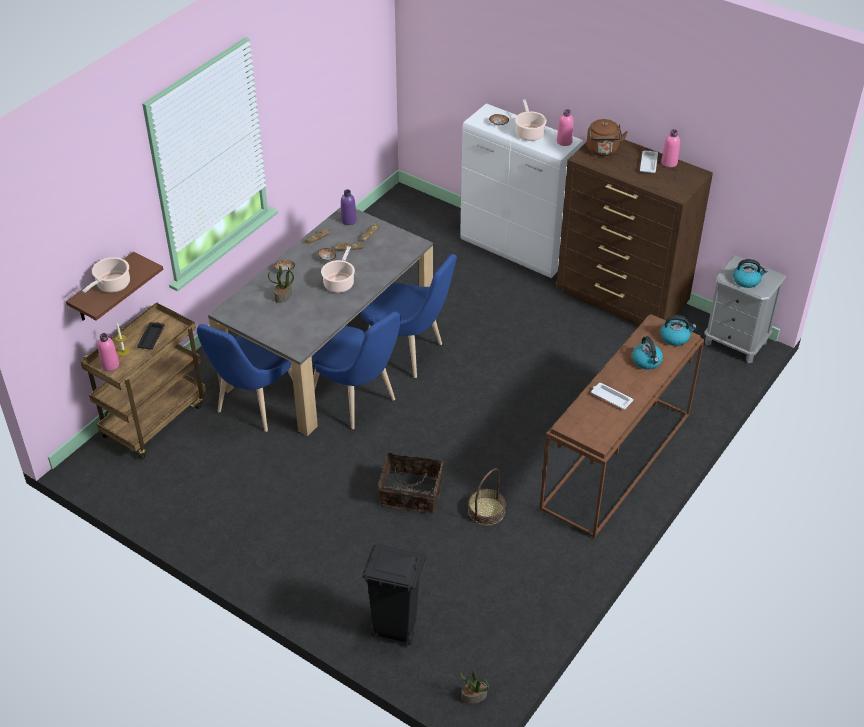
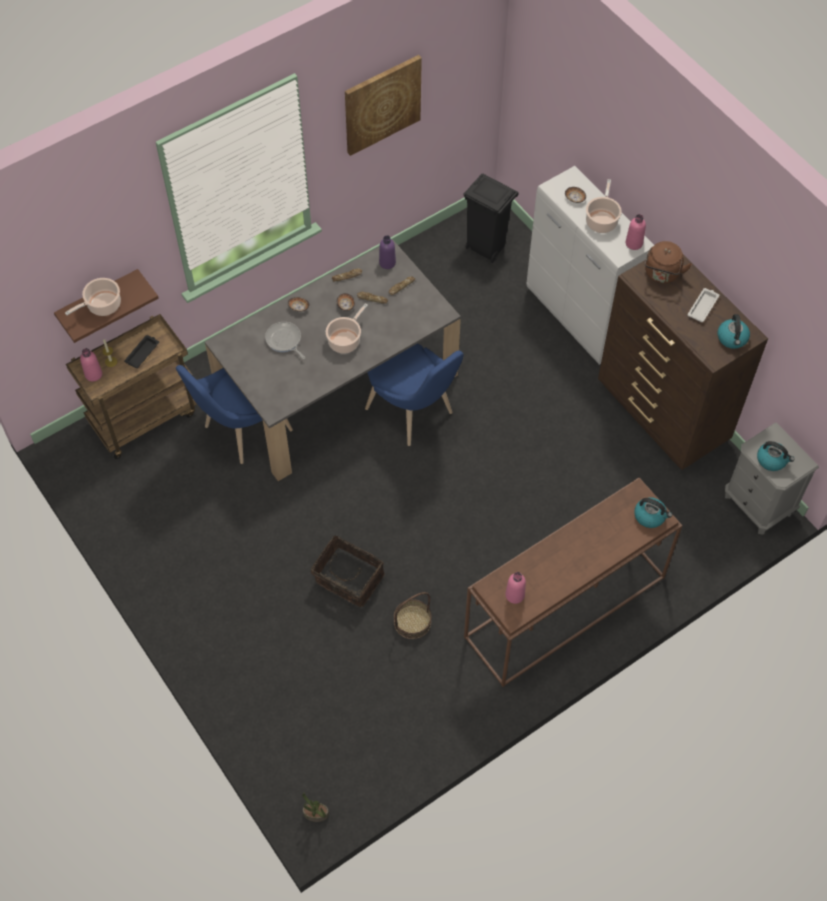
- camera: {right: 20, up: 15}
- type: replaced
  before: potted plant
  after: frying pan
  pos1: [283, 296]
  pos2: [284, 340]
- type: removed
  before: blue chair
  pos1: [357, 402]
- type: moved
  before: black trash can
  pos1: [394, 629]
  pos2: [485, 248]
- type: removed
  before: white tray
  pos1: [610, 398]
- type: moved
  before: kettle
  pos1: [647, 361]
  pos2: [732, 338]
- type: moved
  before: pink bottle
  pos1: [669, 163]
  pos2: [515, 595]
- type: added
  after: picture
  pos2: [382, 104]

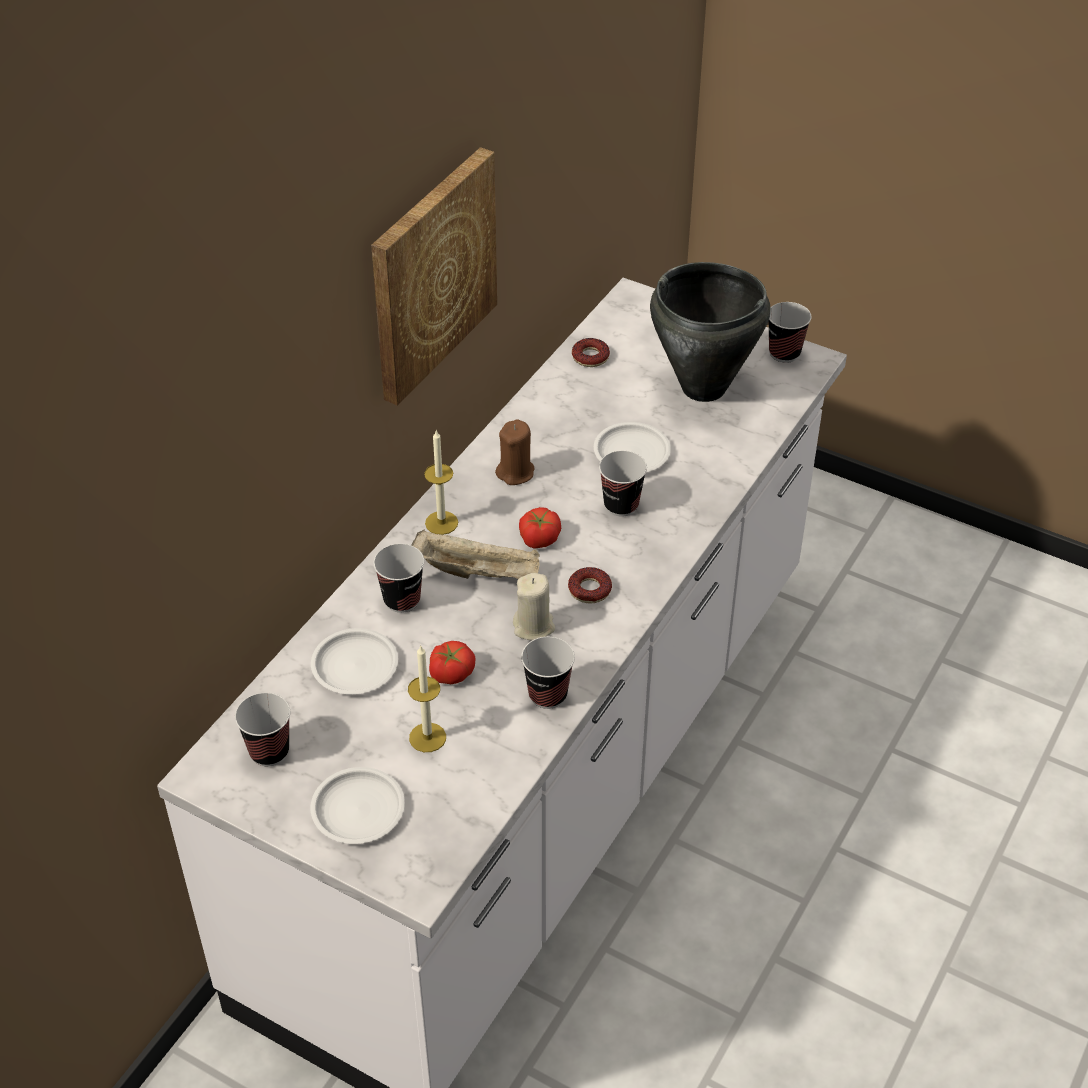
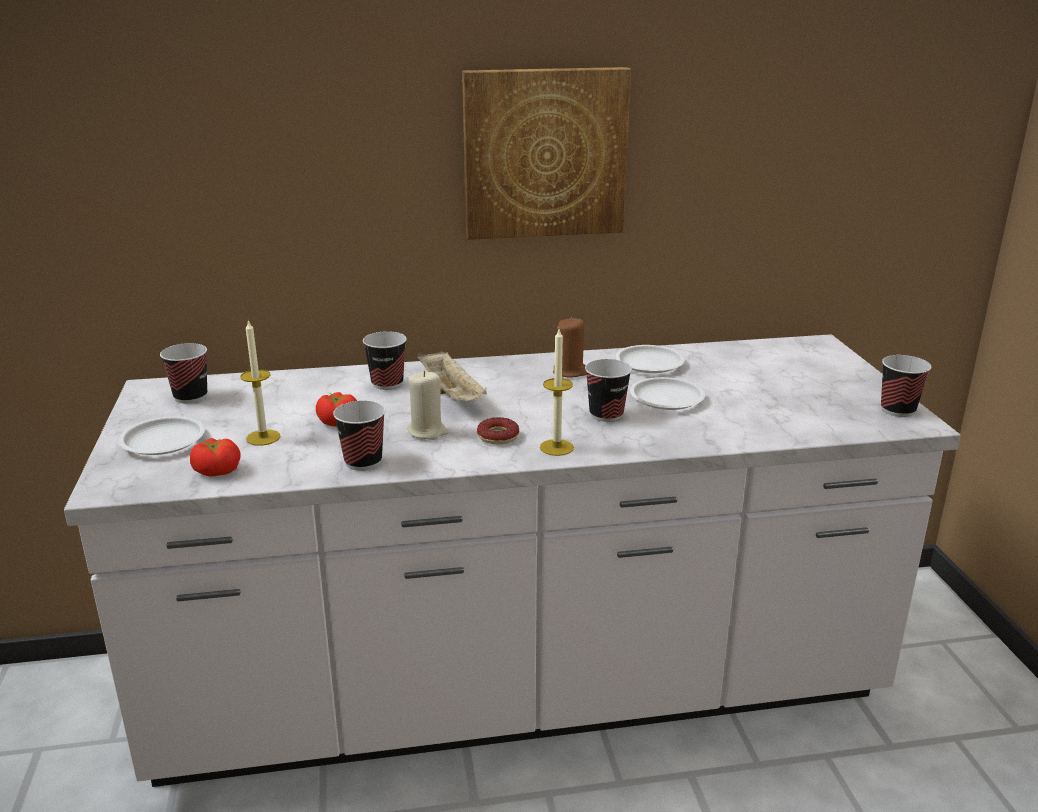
- camera: {right: 50, up: -20}
- type: moved
  before: white plate
  pos1: [355, 667]
  pos2: [649, 364]
- type: moved
  before: candle
  pos1: [441, 523]
  pos2: [556, 447]
- type: moved
  before: tomato
  pos1: [538, 538]
  pos2: [217, 470]
- type: removed
  before: donut
  pos1: [590, 357]
- type: removed
  before: black cooking pot
  pos1: [704, 388]

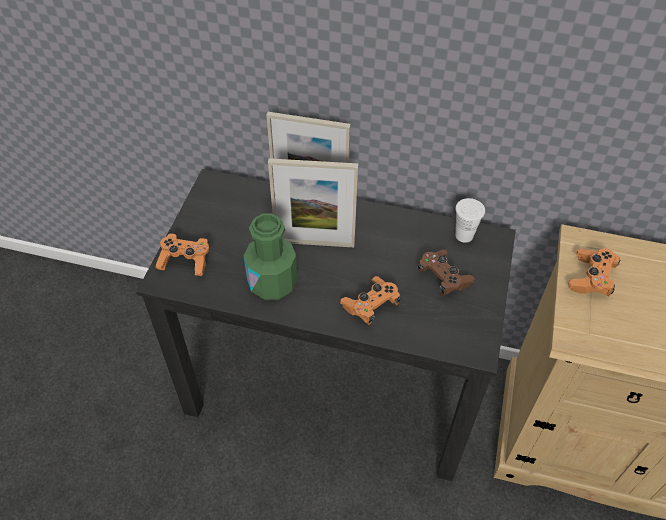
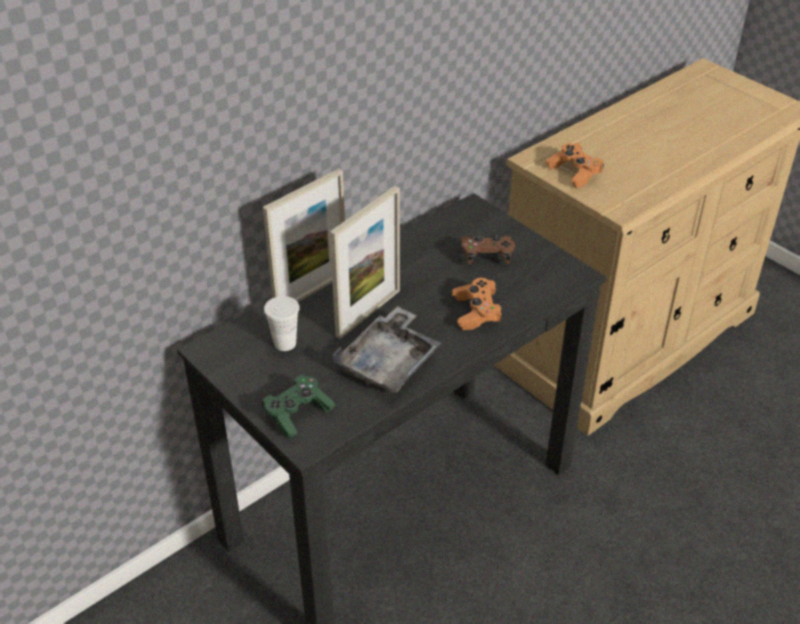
- camera: {right: -55, up: -10}
- type: recoloured
  before: orange game controller
  after: green game controller
  pos1: [185, 261]
  pos2: [298, 414]
- type: replaced
  before: green bottle
  after: grey tray
  pos1: [272, 283]
  pos2: [389, 363]
- type: moved
  before: white cup
  pos1: [464, 235]
  pos2: [285, 343]

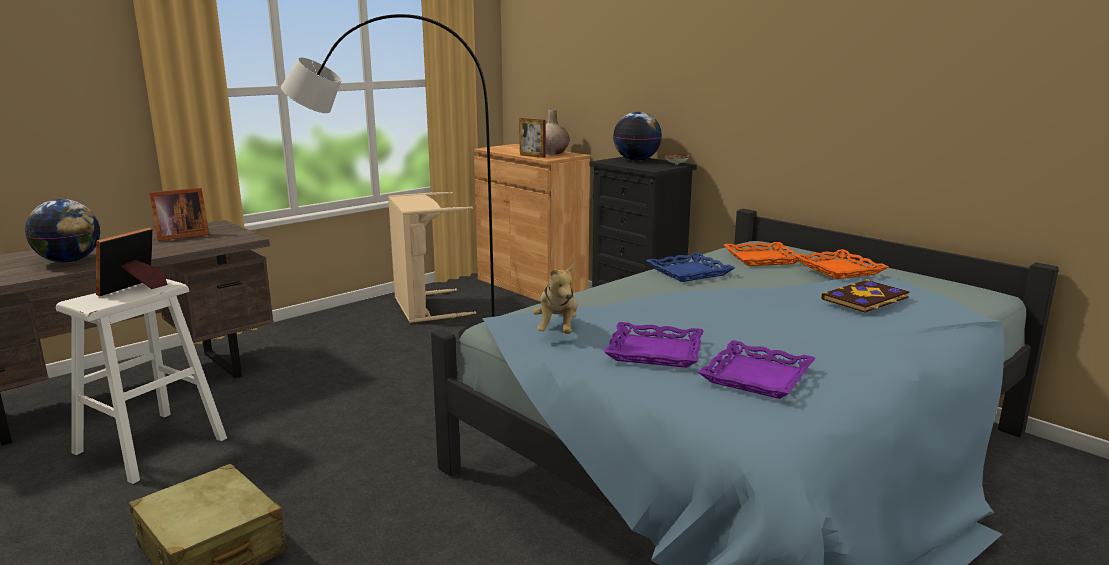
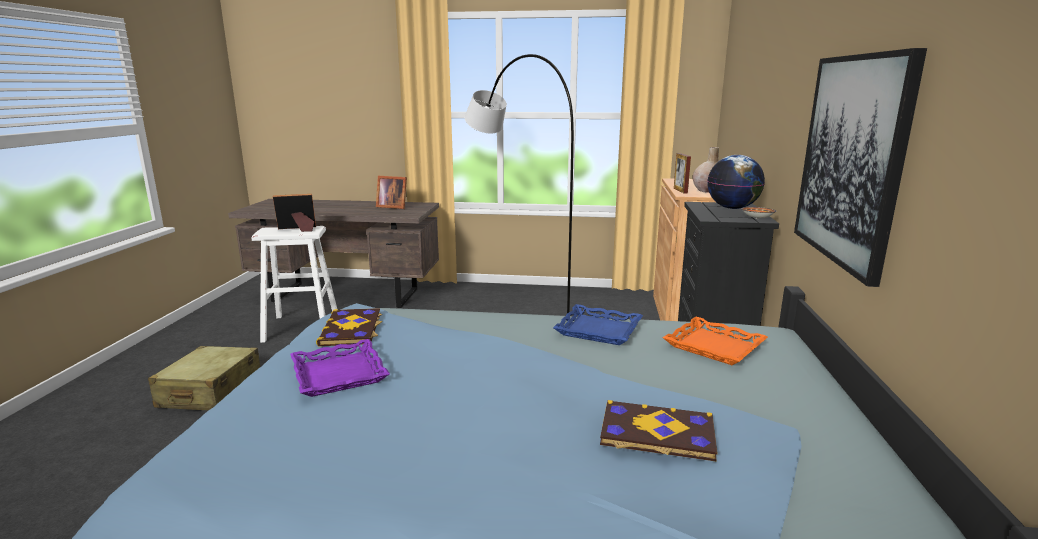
- camera: {right: 50, up: 0}
- type: removed
  before: globe
  pos1: [69, 261]
- type: removed
  before: beige laundry basket
  pos1: [423, 308]
- type: replaced
  before: plush toy
  after: book
  pos1: [558, 330]
  pos2: [352, 329]
- type: removed
  before: purple tray
  pos1: [757, 377]
- type: removed
  before: orange tray
  pos1: [838, 269]
- type: added
  after: picture
  pos2: [851, 160]

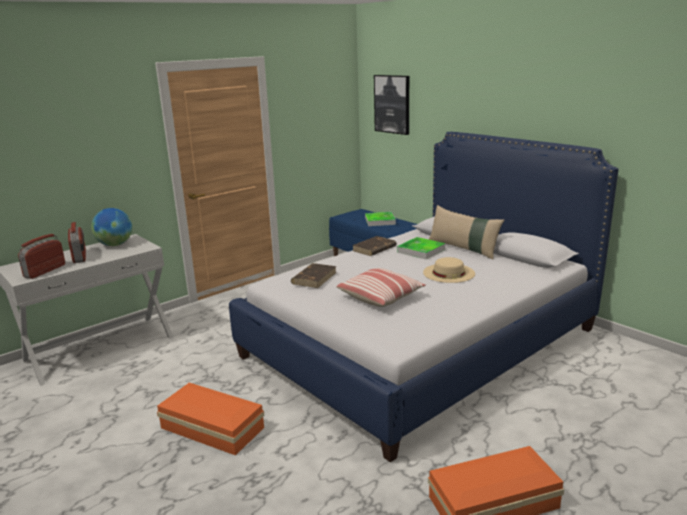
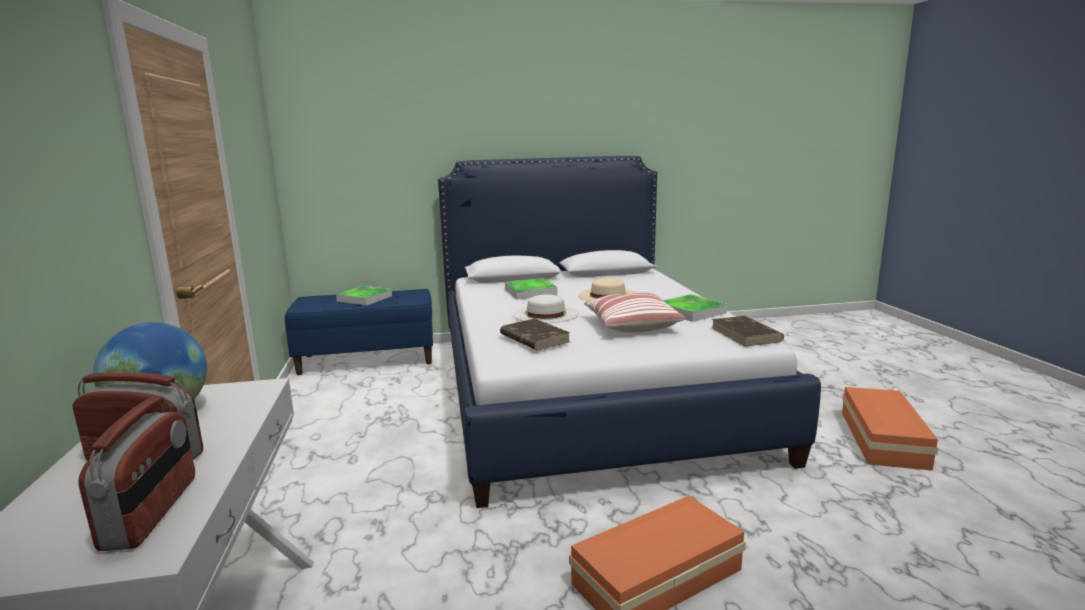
- camera: {right: -60, up: -5}
- type: turned
  before: radio
  pos1: [44, 271]
  pos2: [152, 512]
  turn: -150
- type: moved
  before: brown book
  pos1: [374, 248]
  pos2: [746, 334]
- type: removed
  before: picture
  pos1: [392, 104]
- type: removed
  before: beige pillow
  pos1: [463, 248]
- type: added
  after: white hat
  pos2: [546, 313]
- type: added
  after: tray
  pos2: [691, 312]

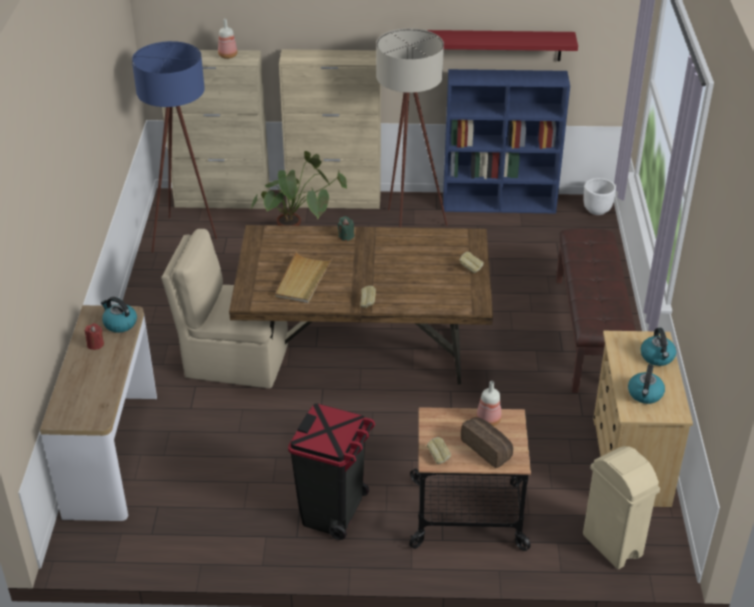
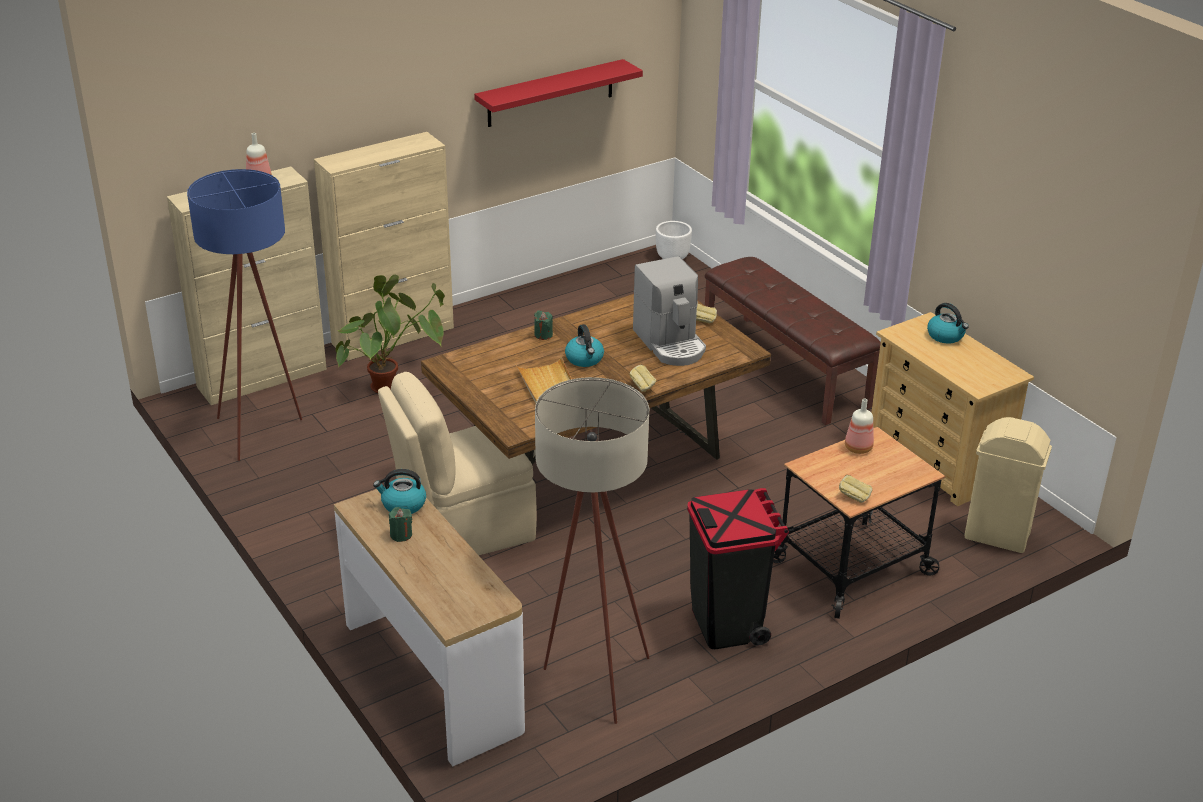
- camera: {right: -35, up: -5}
- type: recoloured
  before: red candle
  after: green candle
  pos1: [95, 344]
  pos2: [401, 535]
- type: moved
  before: beige floor lamp
  pos1: [407, 223]
  pos2: [590, 679]
- type: removed
  before: blue bookcase
  pos1: [500, 204]
- type: removed
  before: bread
  pos1: [488, 449]
- type: moved
  before: kettle
  pos1: [645, 394]
  pos2: [585, 359]
- type: added
  after: coffee machine
  pos2: [670, 343]

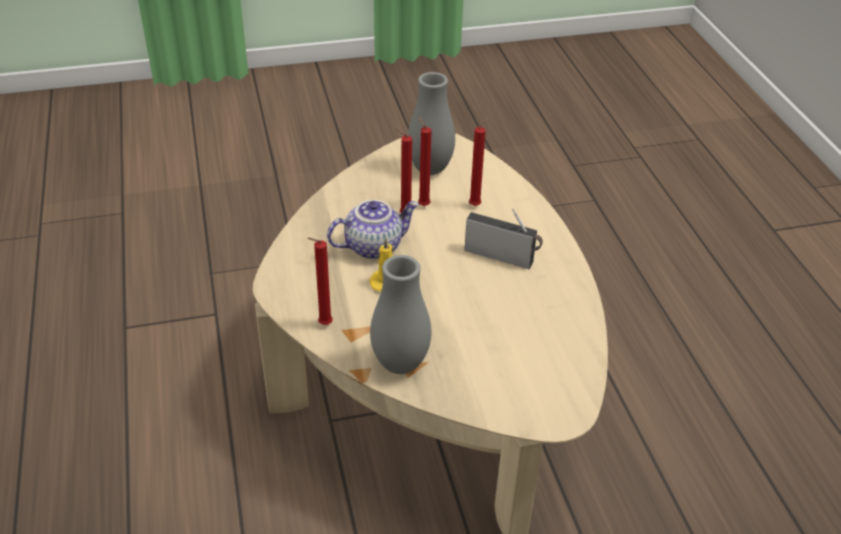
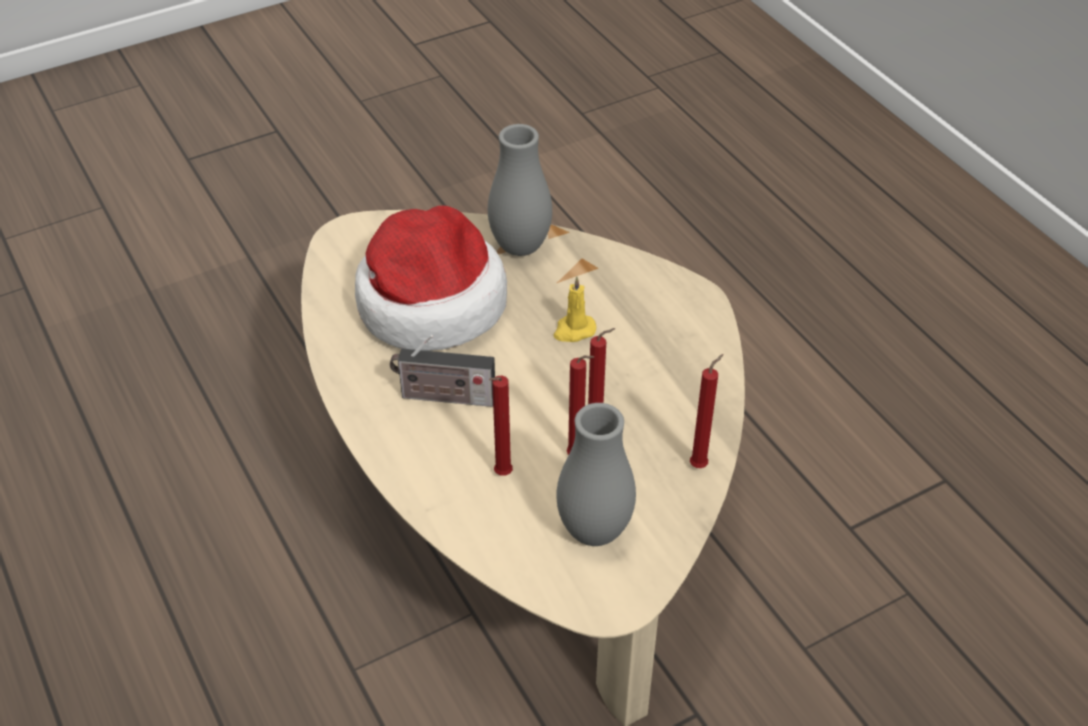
- camera: {right: 165, up: 5}
- type: moved
  before: red candle
  pos1: [323, 324]
  pos2: [700, 464]
- type: removed
  before: teapot
  pos1: [373, 246]
- type: added
  after: hat
  pos2: [429, 302]

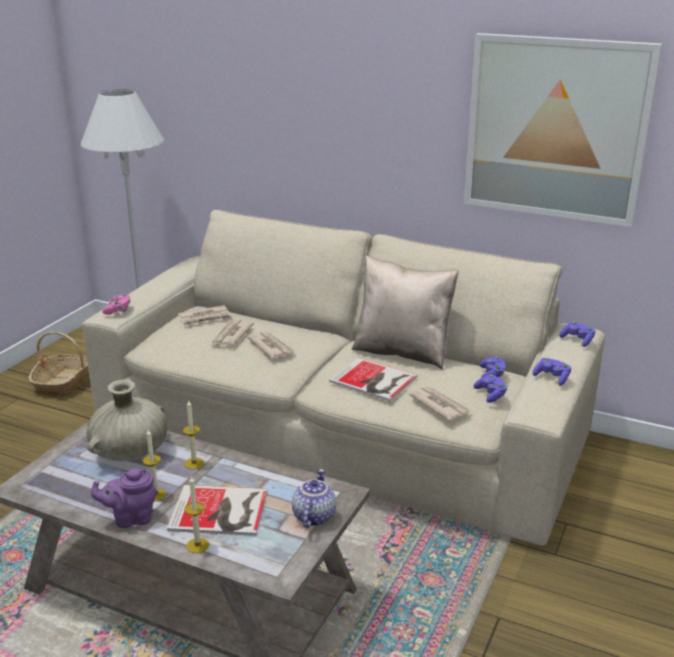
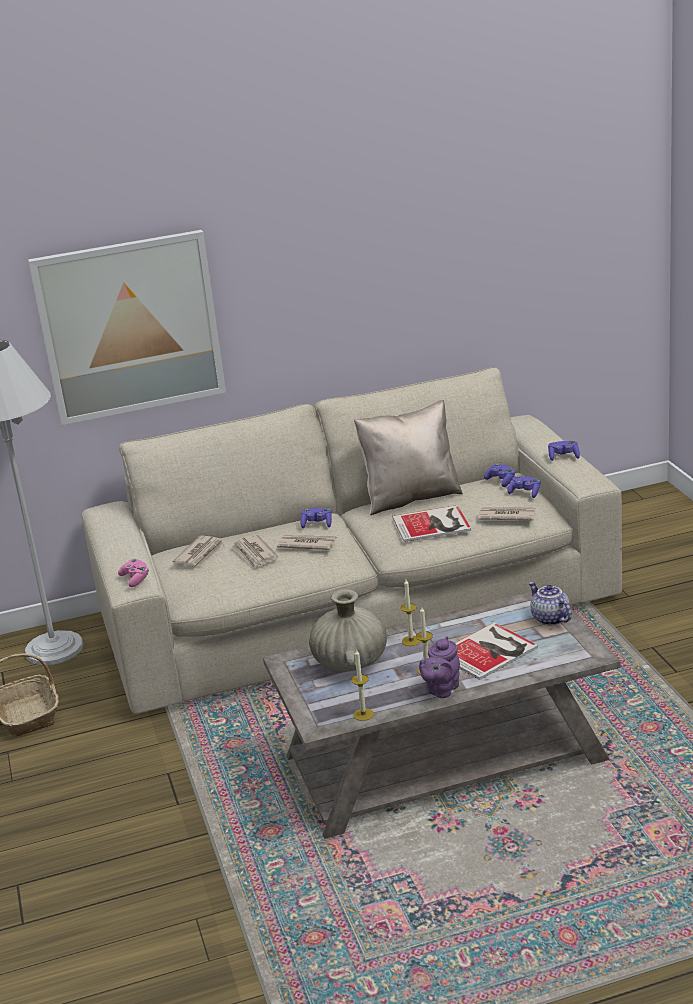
- camera: {right: -40, up: 0}
- type: moved
  before: candle
  pos1: [197, 545]
  pos2: [363, 714]
- type: moved
  before: picture
  pos1: [556, 129]
  pos2: [130, 327]
- type: moved
  before: purple game controller
  pos1: [577, 340]
  pos2: [317, 524]

